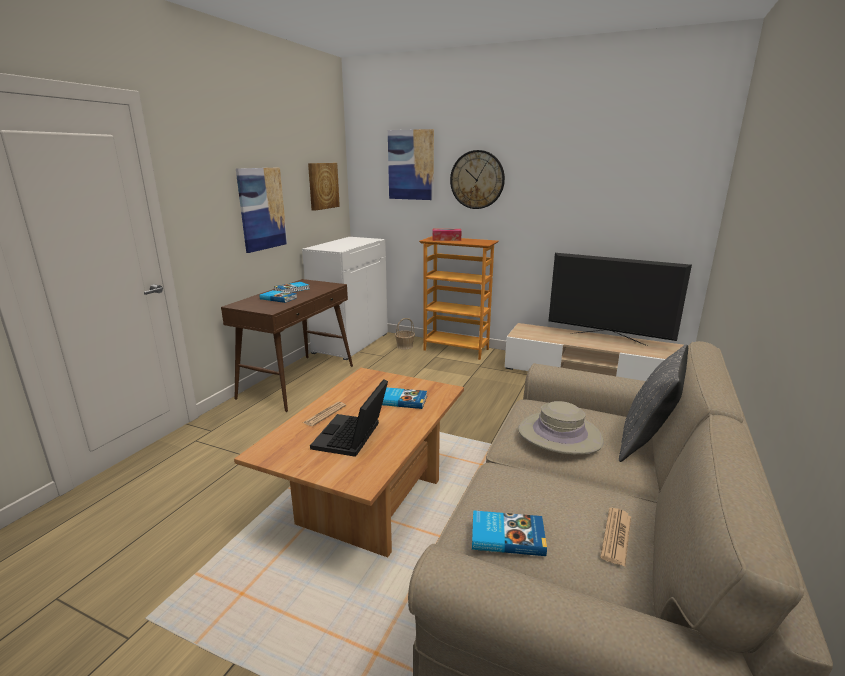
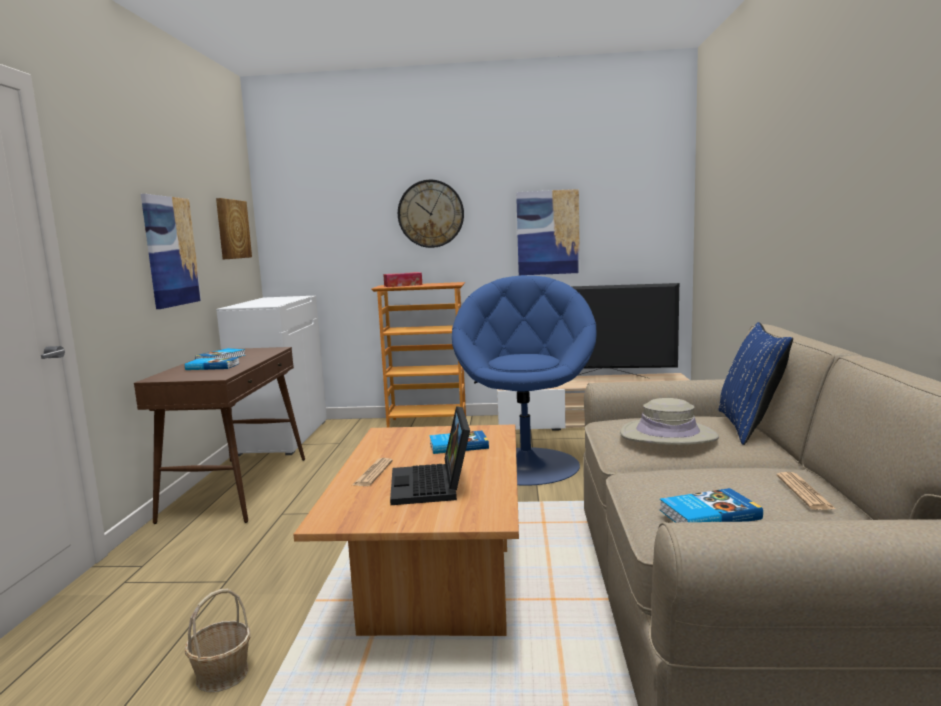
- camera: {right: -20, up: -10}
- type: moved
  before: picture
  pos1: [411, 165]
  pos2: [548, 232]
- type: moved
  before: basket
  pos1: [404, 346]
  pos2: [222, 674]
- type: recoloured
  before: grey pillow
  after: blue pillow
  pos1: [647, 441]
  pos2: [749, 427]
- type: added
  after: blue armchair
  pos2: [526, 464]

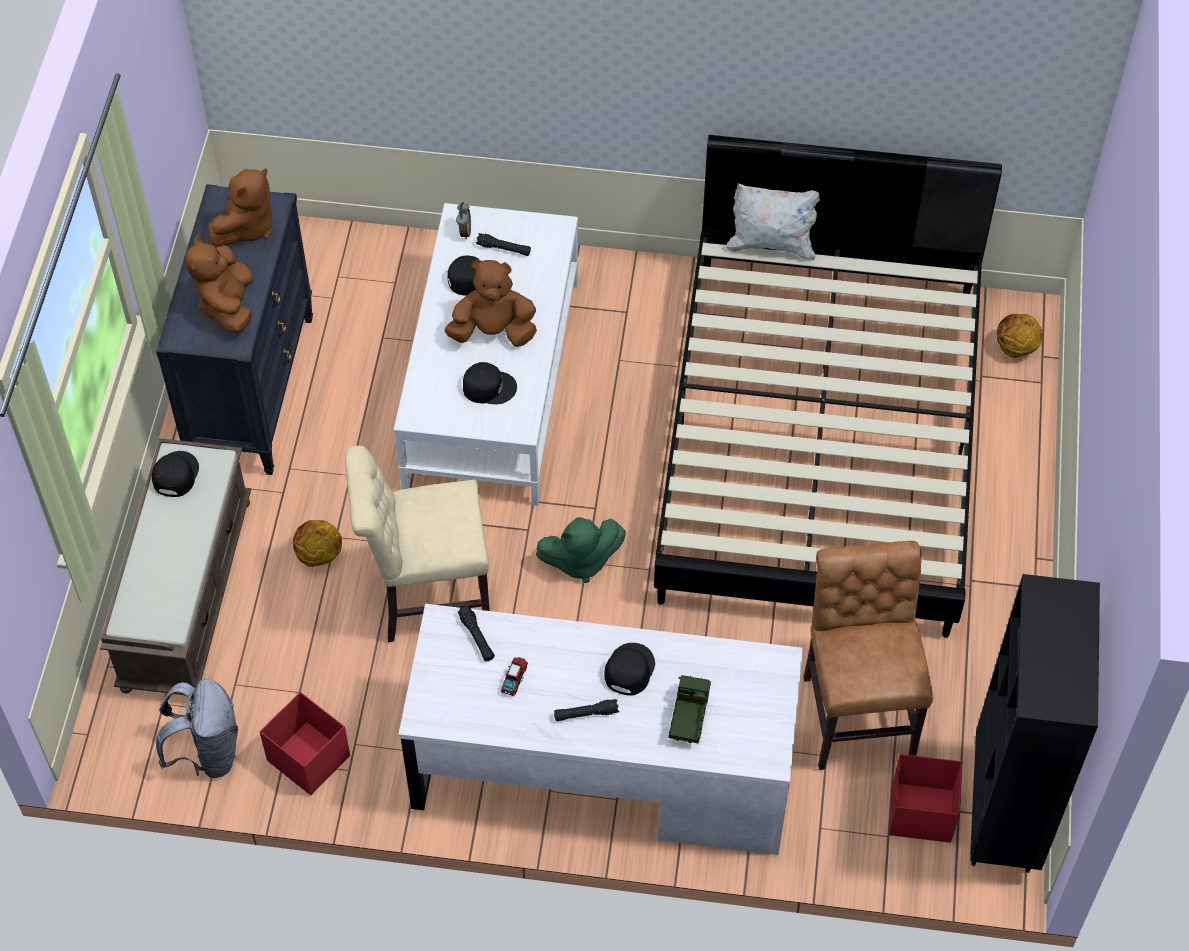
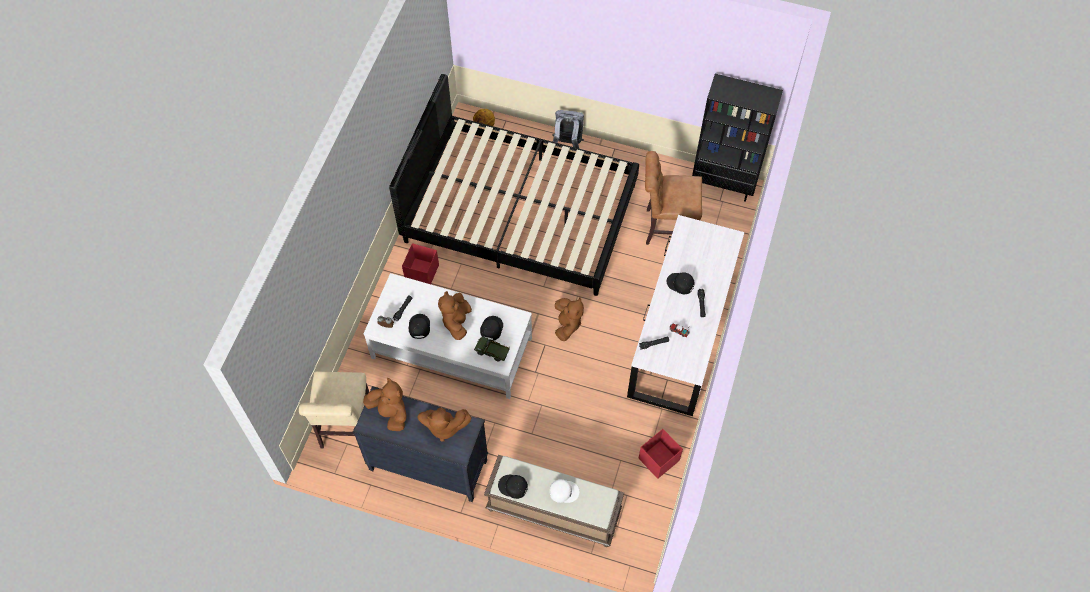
- camera: {right: -80, up: 5}
- type: moved
  before: grey backpack
  pos1: [207, 752]
  pos2: [567, 143]
- type: removed
  before: basketball
  pos1: [318, 555]
- type: moved
  before: beige chair
  pos1: [427, 597]
  pos2: [345, 428]
- type: recoloured
  before: green plush toy
  after: brown plush toy
  pos1: [580, 561]
  pos2: [567, 324]
- type: moved
  before: toy truck
  pos1: [688, 717]
  pos2: [492, 353]
- type: removed
  before: white pillow
  pos1: [771, 244]
- type: moved
  before: red storage box
  pos1: [920, 812]
  pos2: [421, 273]
- type: added
  after: white cap
  pos2: [563, 491]

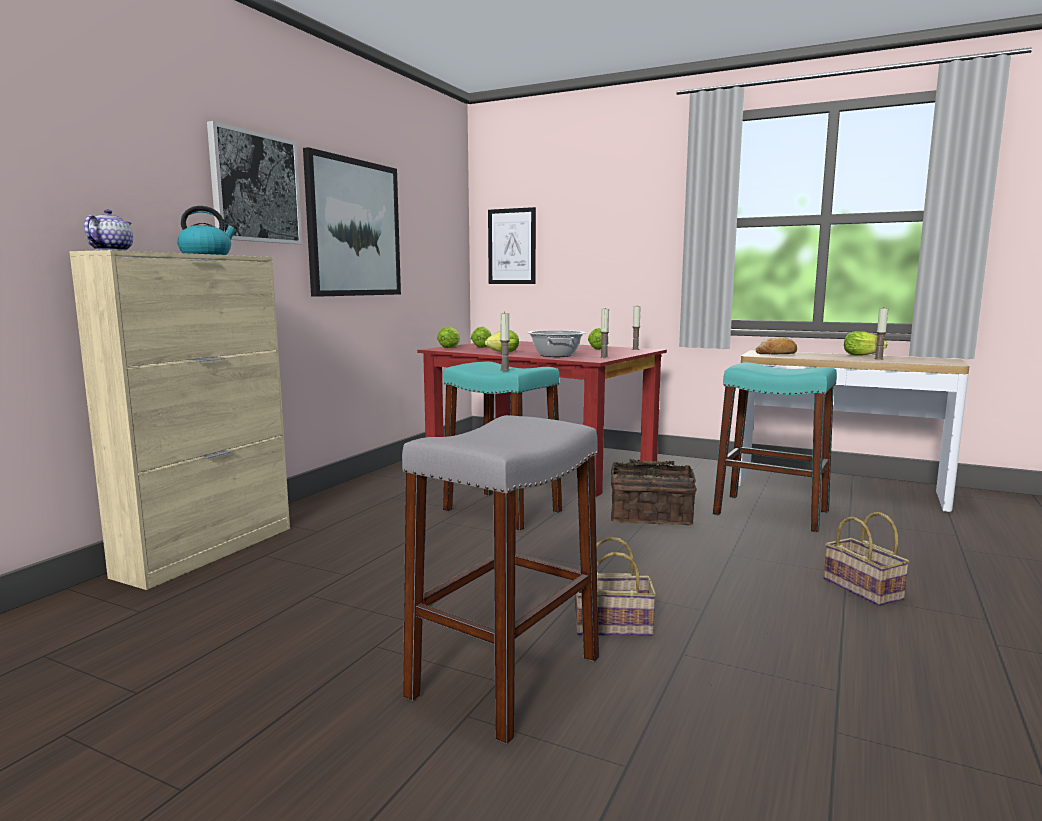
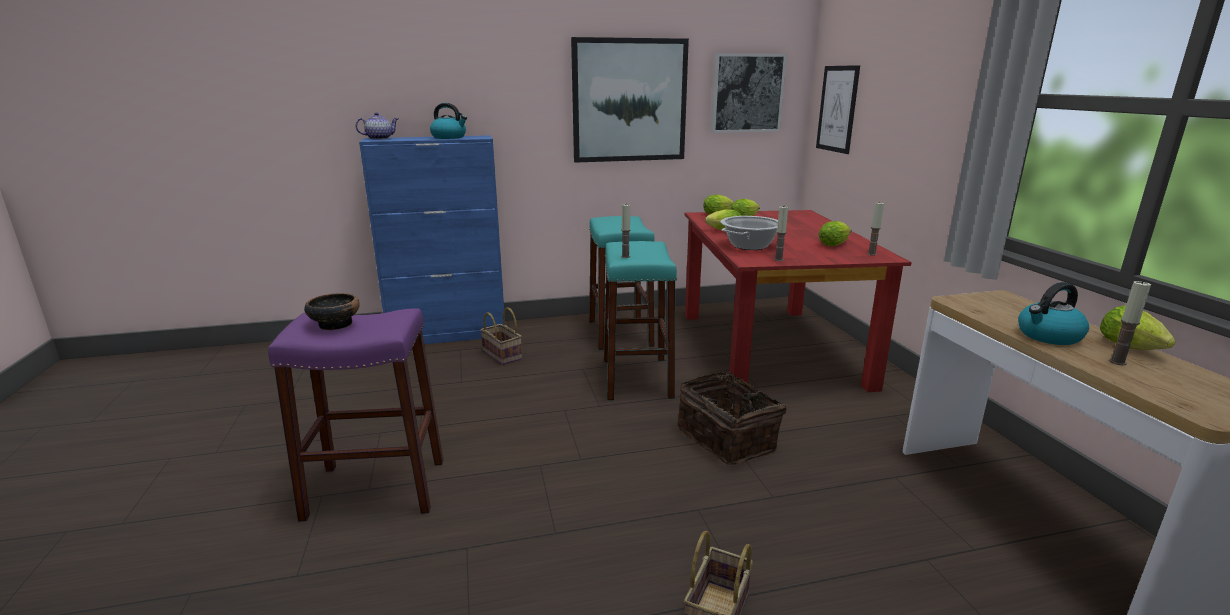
- camera: {right: 50, up: 10}
- type: recoloured
  before: beige cabinet
  after: blue cabinet
  pos1: [208, 551]
  pos2: [449, 335]
- type: moved
  before: picture
  pos1: [255, 188]
  pos2: [747, 93]
- type: recoloured
  before: grey stool
  after: purple stool
  pos1: [506, 676]
  pos2: [376, 489]
- type: moved
  before: basket
  pos1: [614, 625]
  pos2: [503, 355]
- type: moved
  before: turquoise stool
  pos1: [770, 512]
  pos2: [620, 333]
- type: removed
  before: bread
  pos1: [776, 354]
- type: added
  after: bowl
  pos2: [335, 324]
- type: added
  after: kettle
  pos2: [1048, 336]

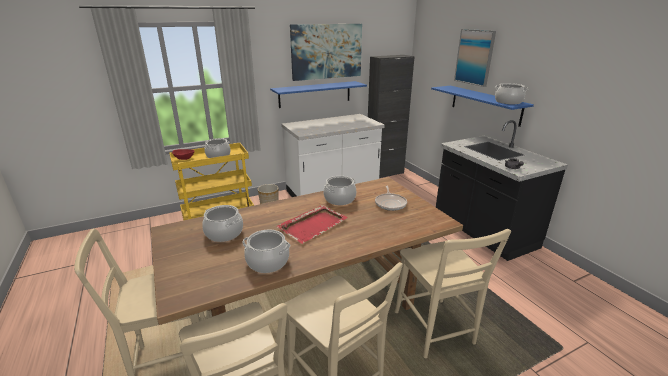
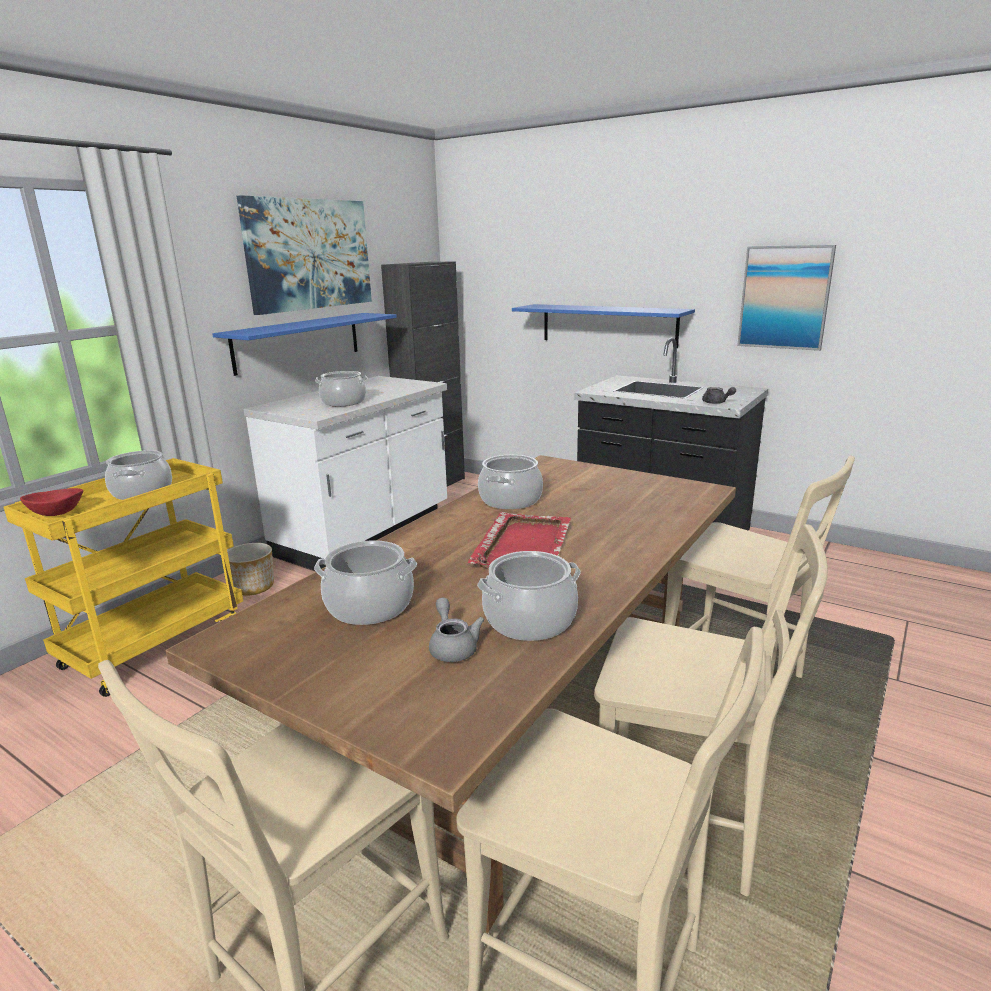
- camera: {right: -30, up: -5}
- type: removed
  before: frying pan
  pos1: [390, 203]
- type: moved
  before: picture
  pos1: [474, 57]
  pos2: [784, 297]
- type: moved
  before: cooking pot
  pos1: [508, 102]
  pos2: [343, 402]
- type: added
  after: grey teapot
  pos2: [453, 646]

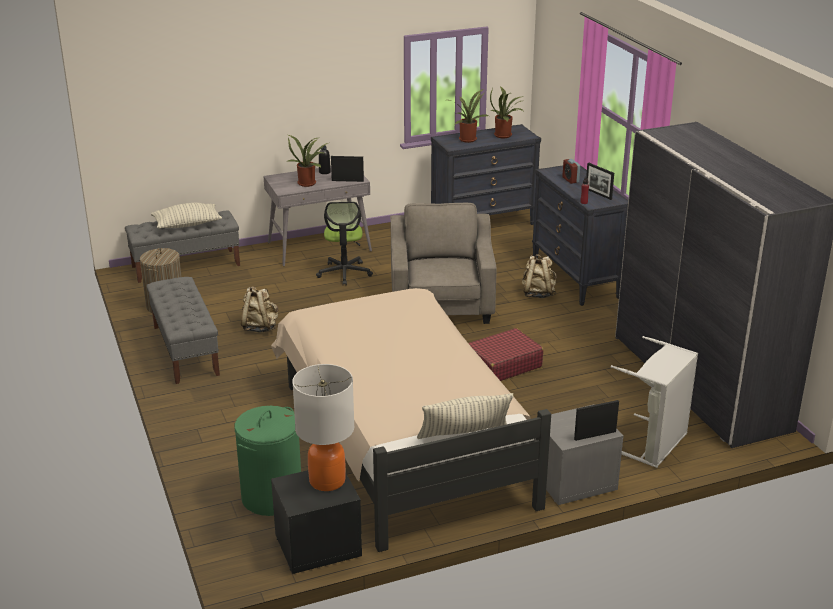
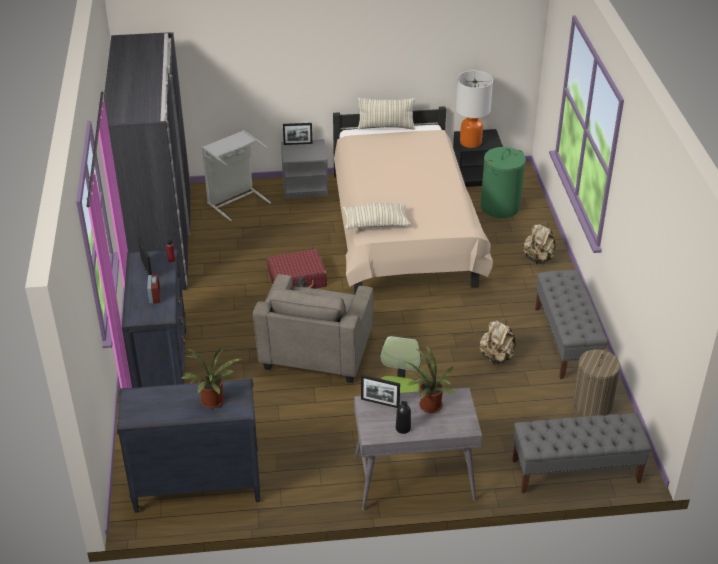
- camera: {right: -165, up: 10}
- type: moved
  before: pillow
  pos1: [187, 224]
  pos2: [376, 224]
- type: removed
  before: potted plant
  pos1: [505, 135]
- type: moved
  before: beige backpack
  pos1: [538, 294]
  pos2: [538, 259]

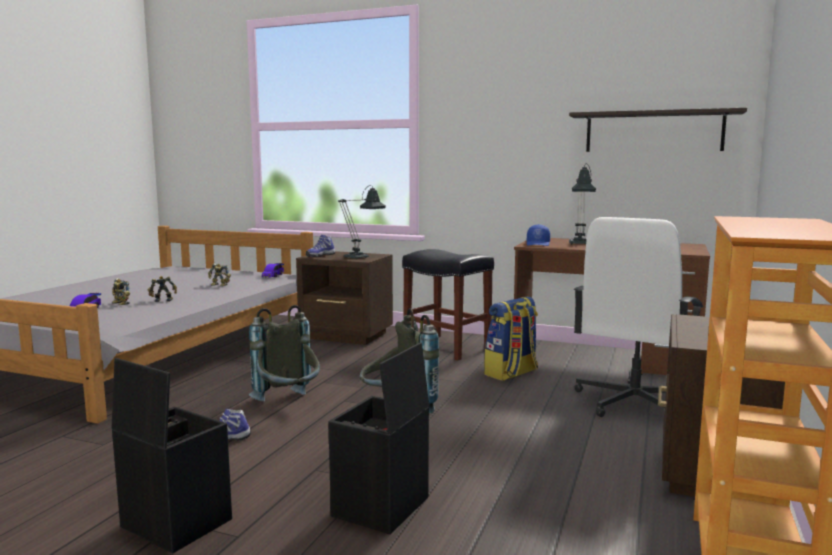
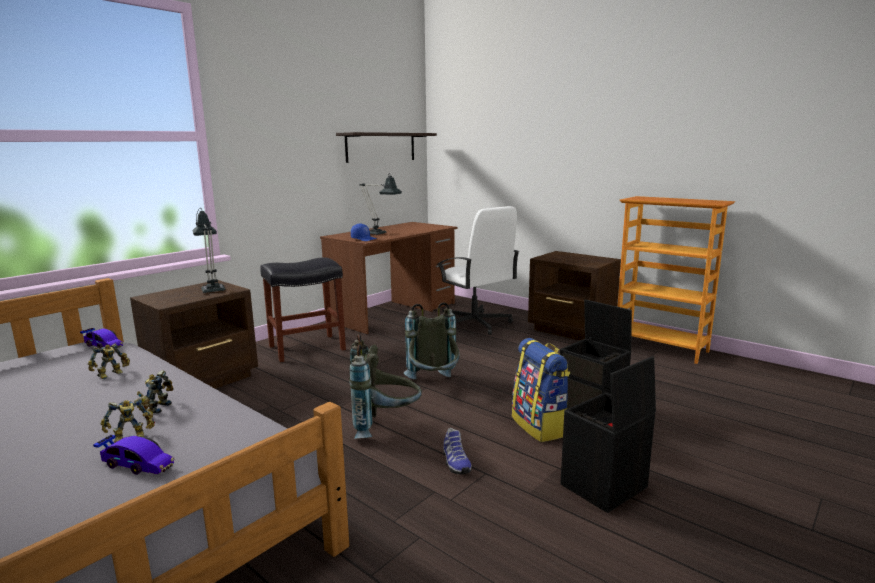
- camera: {right: -70, up: 5}
- type: removed
  before: shoe
  pos1: [320, 255]
- type: moved
  before: backpack
  pos1: [511, 373]
  pos2: [540, 426]

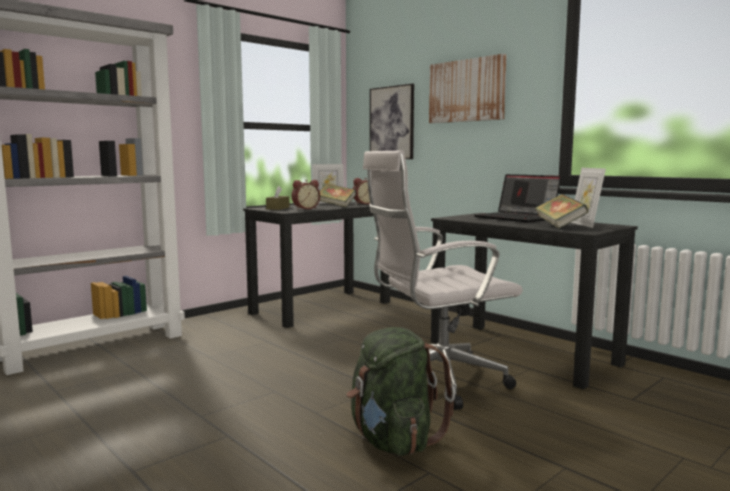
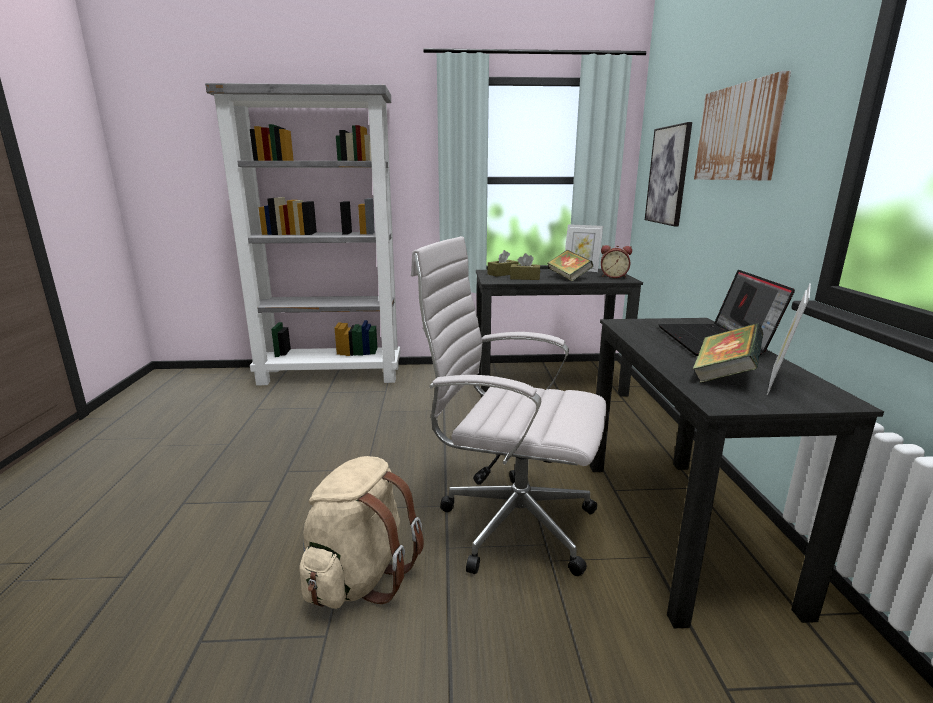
- camera: {right: 40, up: 10}
- type: replaced
  before: alarm clock
  after: brown tissue box
  pos1: [305, 208]
  pos2: [525, 278]
- type: recoloured
  before: green backpack
  after: beige backpack
  pos1: [393, 440]
  pos2: [360, 576]

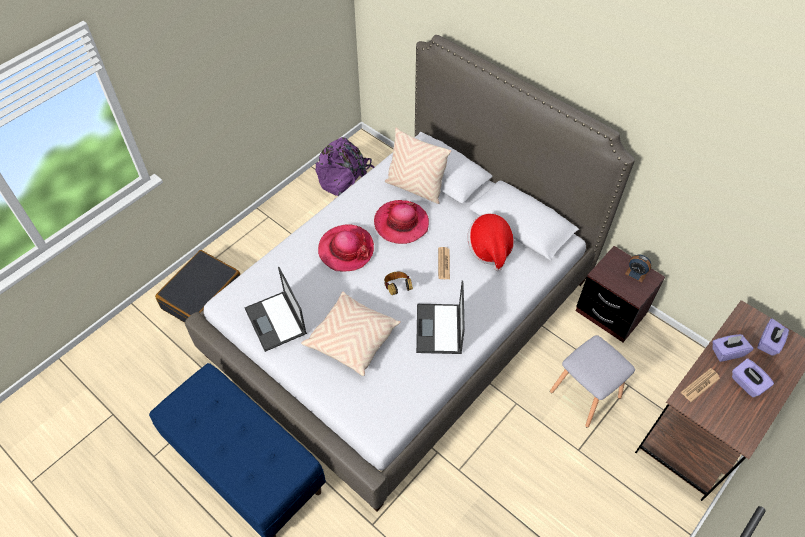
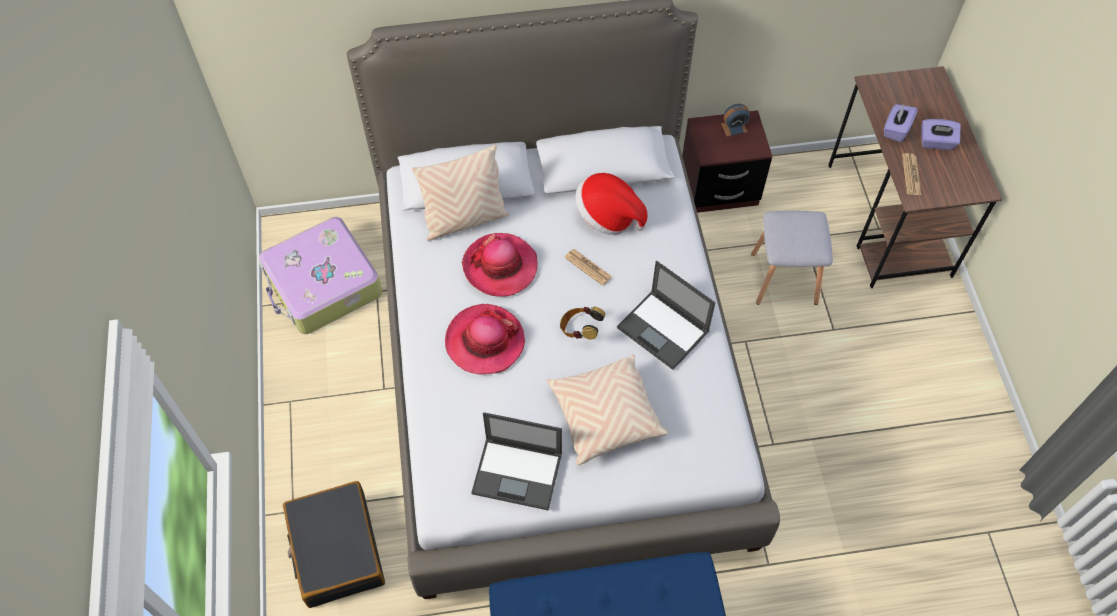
- camera: {right: -50, up: 5}
- type: replaced
  before: purple backpack
  after: suitcase
  pos1: [347, 180]
  pos2: [323, 285]
- type: removed
  before: purple tissue box
  pos1: [769, 343]

